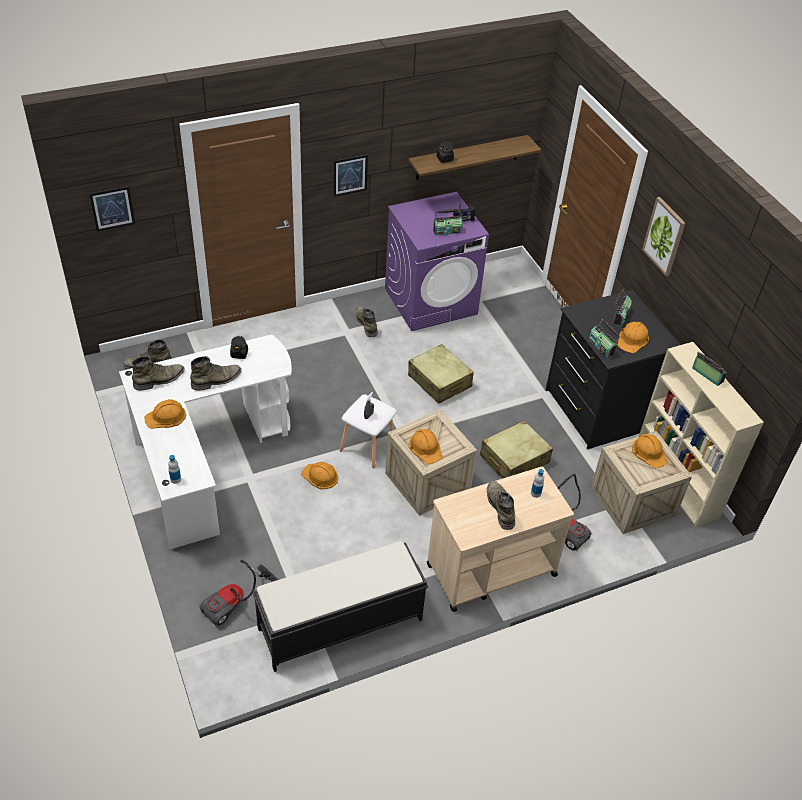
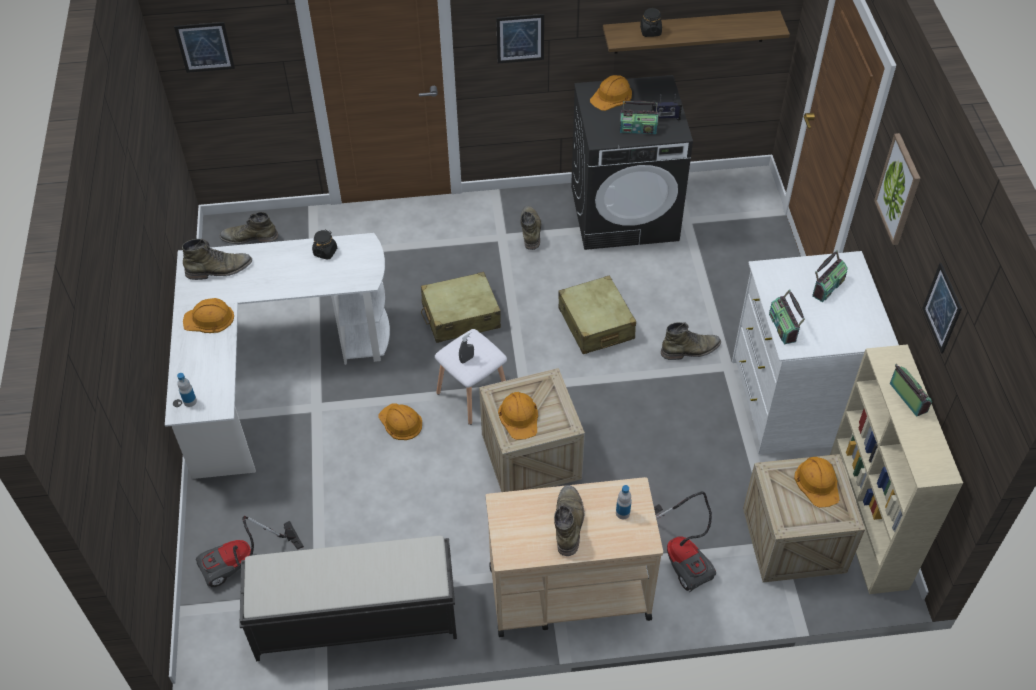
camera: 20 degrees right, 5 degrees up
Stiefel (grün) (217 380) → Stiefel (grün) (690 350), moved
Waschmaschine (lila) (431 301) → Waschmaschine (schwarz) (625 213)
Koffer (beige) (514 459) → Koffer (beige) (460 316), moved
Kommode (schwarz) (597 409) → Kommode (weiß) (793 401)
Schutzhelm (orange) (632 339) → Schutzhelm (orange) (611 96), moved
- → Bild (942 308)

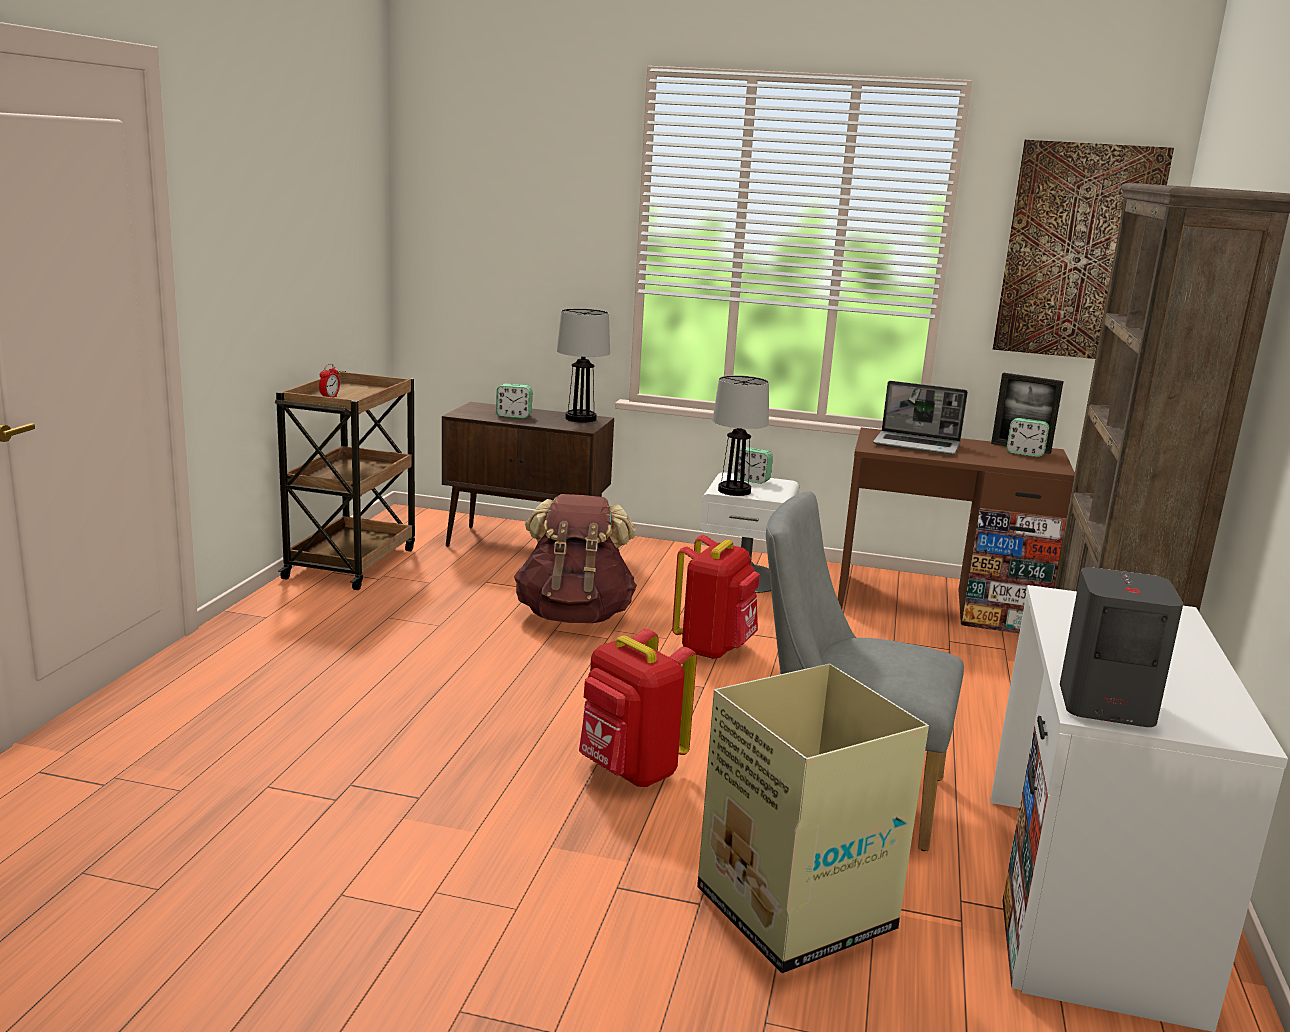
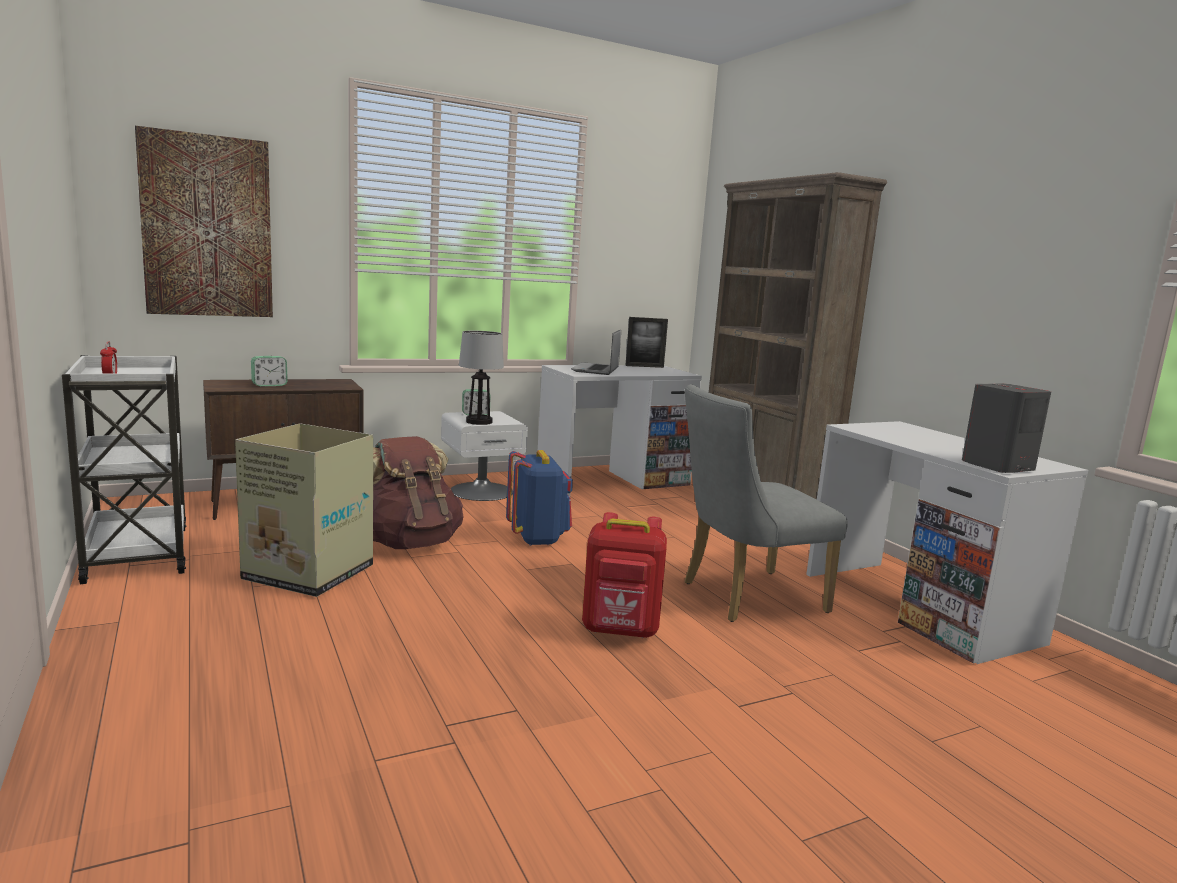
camera: 40 degrees left, 5 degrees down
Rollwagen (braun) (352 562) → Rollwagen (weiß) (137 553)
Tischlampe (580 418) → -
Rucksack (rot) (714 648) → Rucksack (blau) (537 538)
Karton (793 907) → Karton (307 573), moved
Schreibtisch (braun) (939 604) → Schreibtisch (weiß) (613 481)
Laptop (917 445) → Laptop (596 370), 120 degrees clockwise
Bild (1078 252) → Bild (207 227), moved
Wecker (1025 453) → -

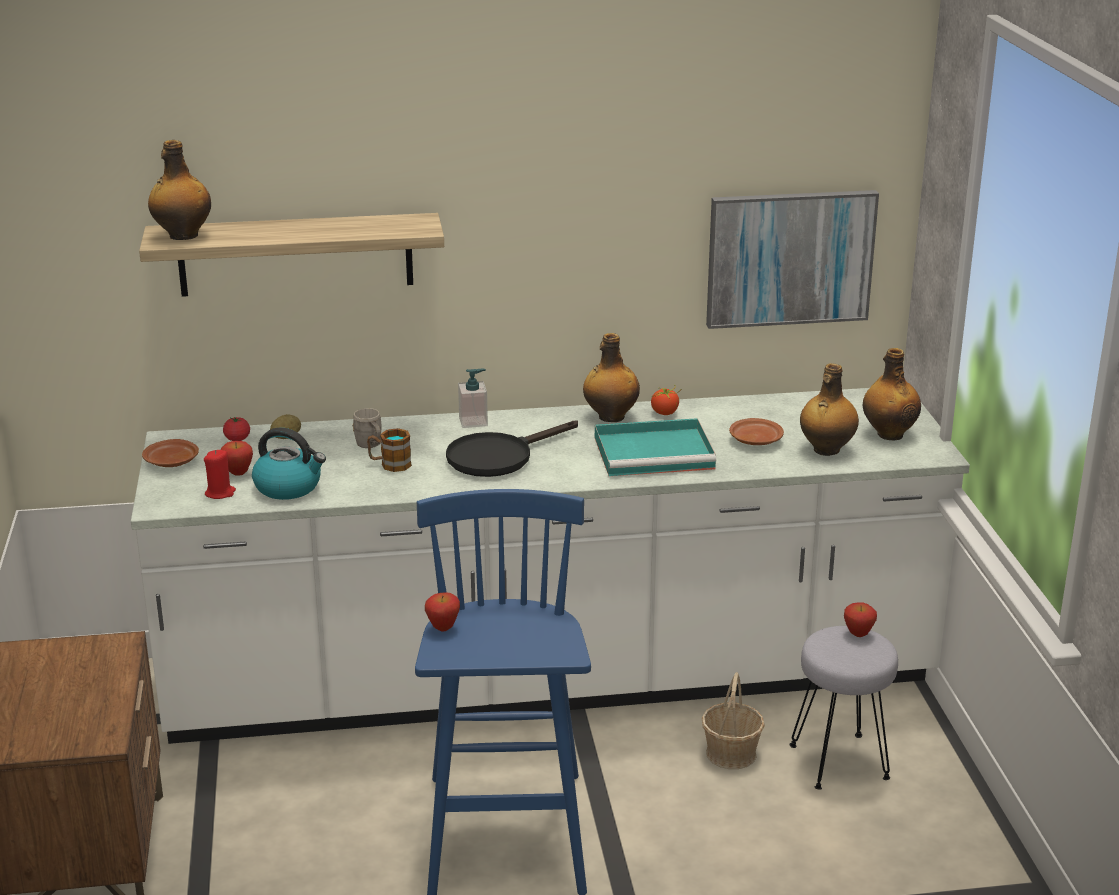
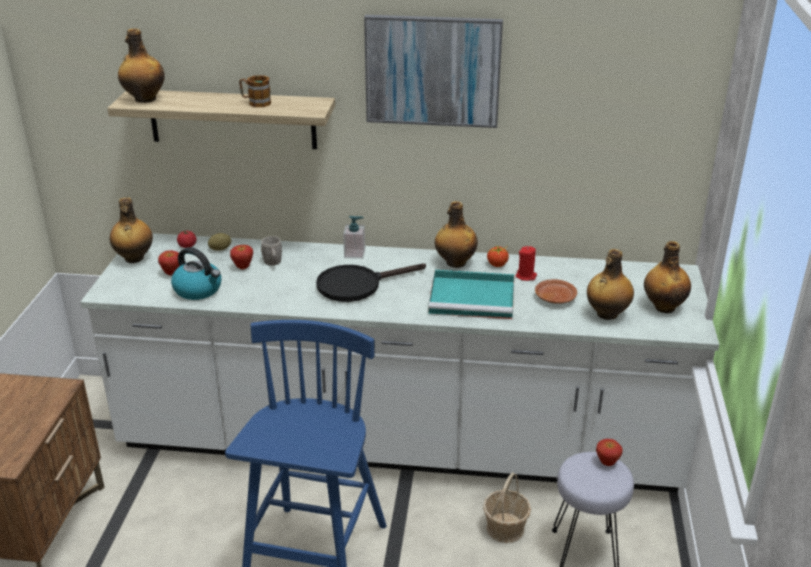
camera: 15 degrees right, 5 degrees up
Teller (braun) (171 462) → Flasche (134 258)
Kerze (rot) (220 493) → Kerze (rot) (526 276), moved
Henkelbecher (389 464) → Henkelbecher (255 102), moved
Apfel (443 628) → Apfel (243 267), moved
Bild (789 258) → Bild (432 70), moved

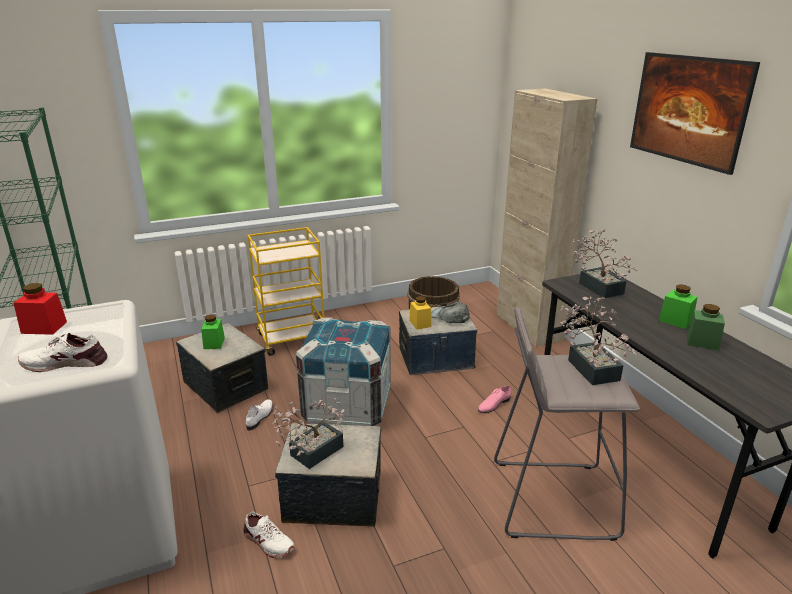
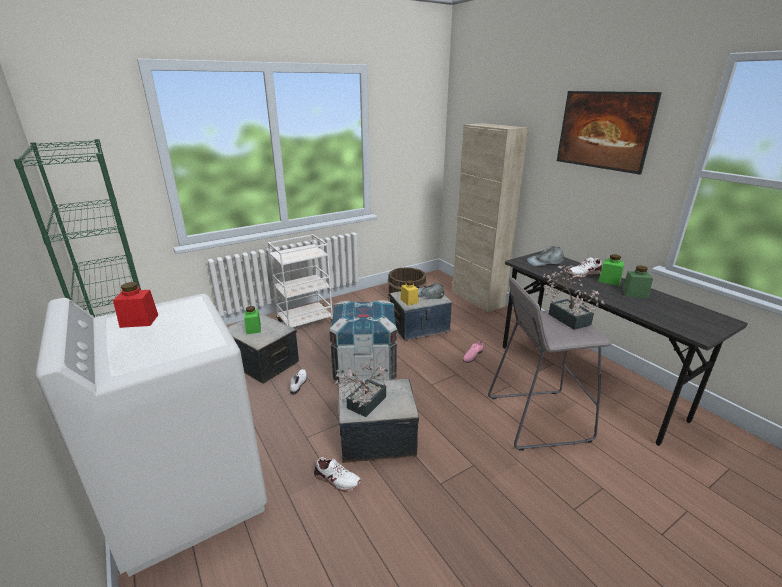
camera: 10 degrees left, 0 degrees up
Schuh (weiß) (66 363) → Schuh (weiß) (584 273), moved
Rollwagen (gelb) (292 339) → Rollwagen (weiß) (306 322)
Topfpflanze (598 286) → Kappe (grau) (545 262)

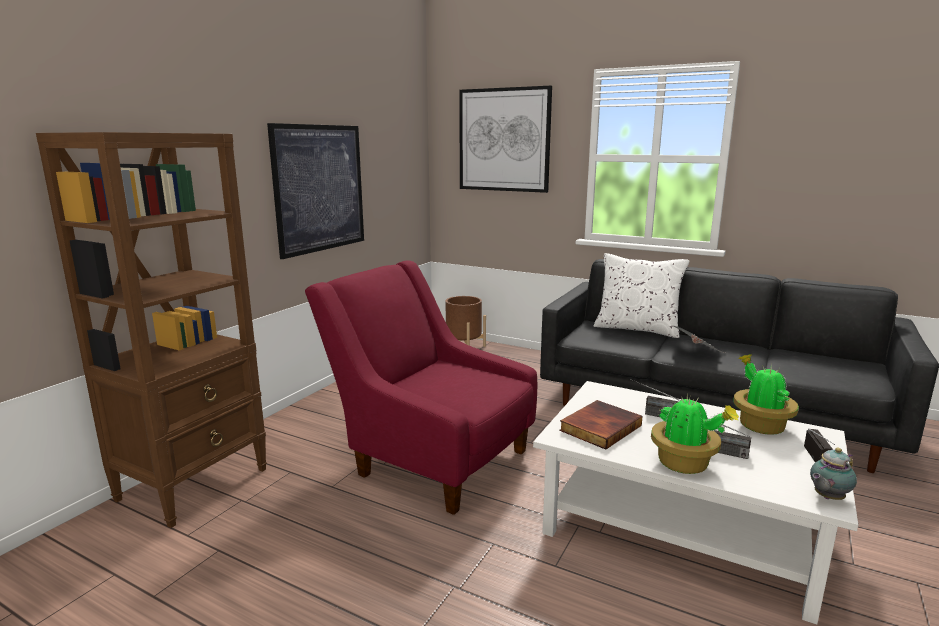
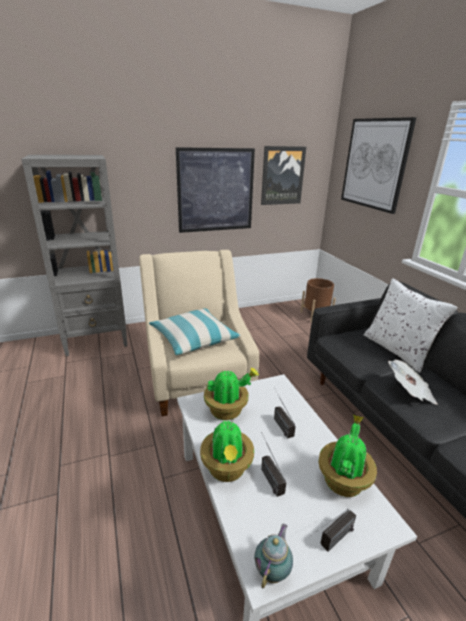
camera: 40 degrees right, 10 degrees up
Bücherregal (braun) (195 483) → Bücherregal (grau) (97 340)
Sessel (rot) (432 458) → Sessel (beige) (198 378)
Buch (599 427) → Topfpflanze (227 410)
Teekanne (827 497) → Teekanne (273 570), 105 degrees clockwise
- → Kissen (193 338)
- → Bild (282 176)

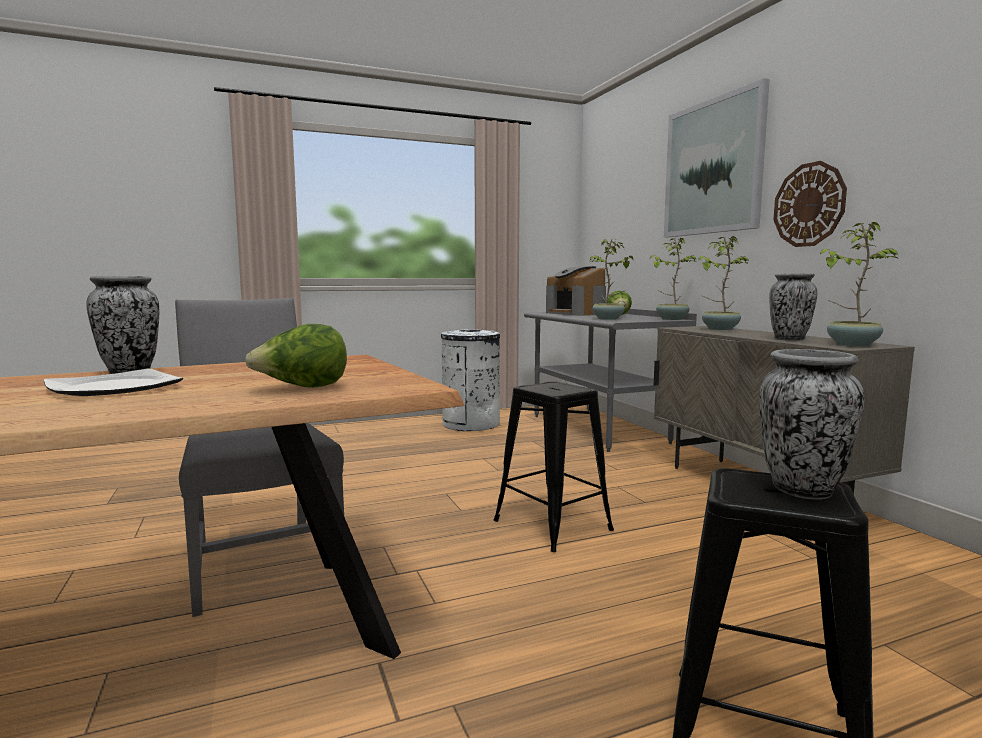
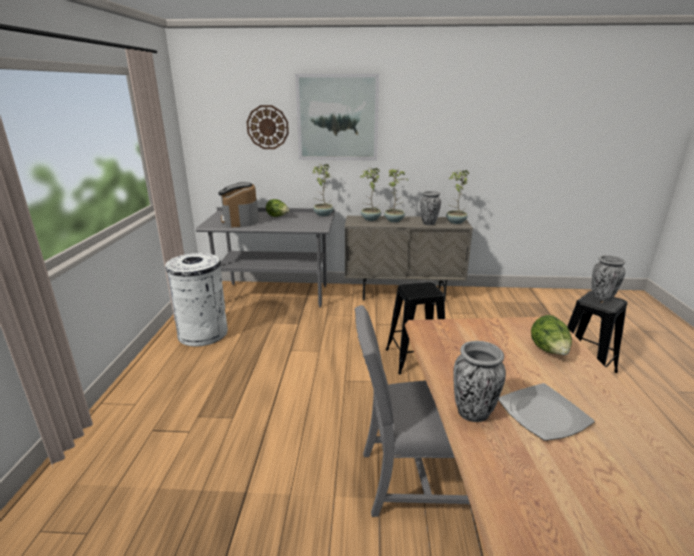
camera: 65 degrees left, 15 degrees up
Kaffeemaschine (576 313) → Kaffeemaschine (240 220), 75 degrees clockwise
Topfpflanze (608 319) → Topfpflanze (394 220), moved
Wanduhr (809 205) → Wanduhr (267 127), moved

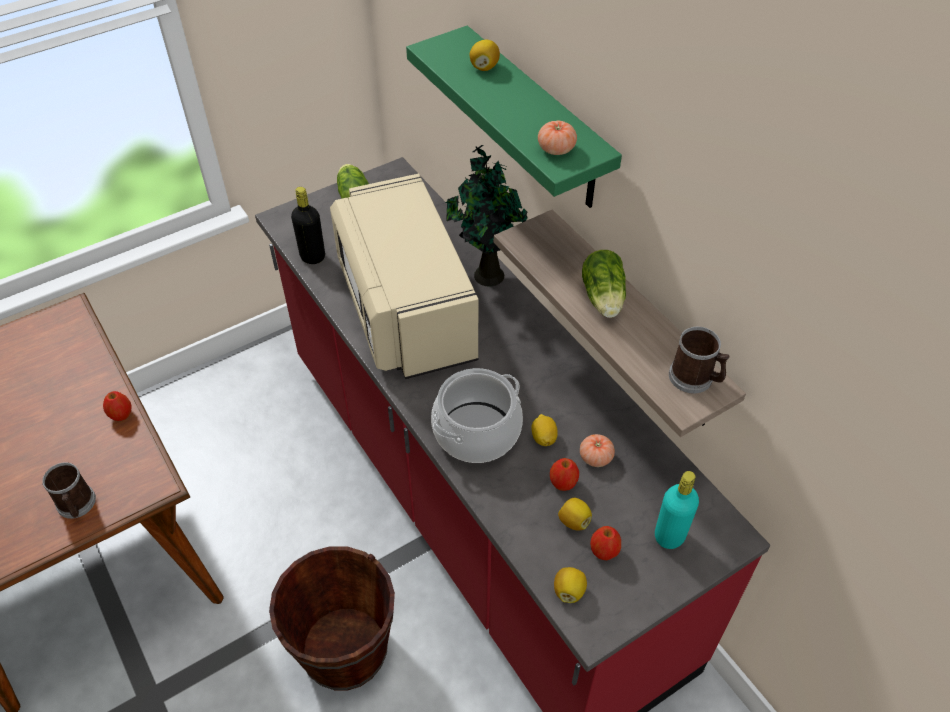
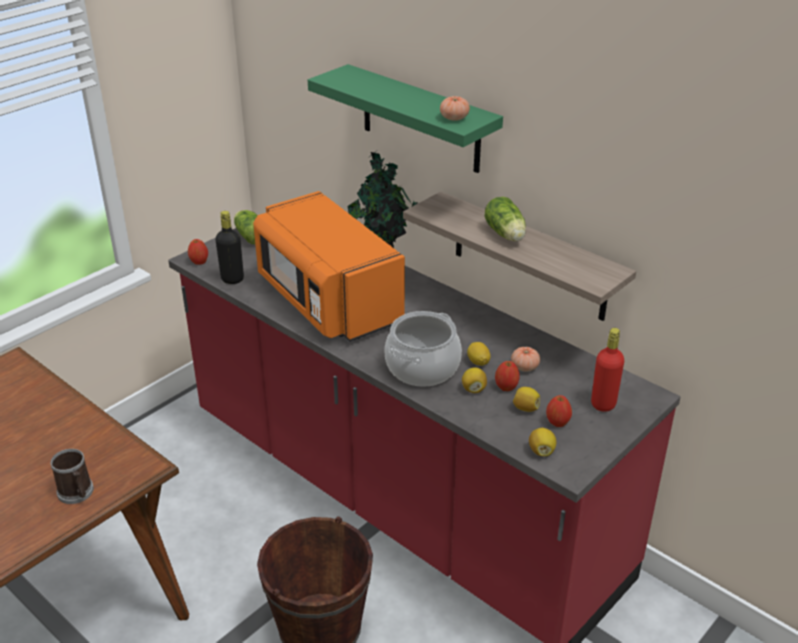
camera: 15 degrees left, 15 degrees down
Apfel (121 414) → Apfel (199 262), moved
Mikrowelle (beige) (405 309) → Mikrowelle (orange) (328 301)
Zitrone (484 67) → Zitrone (473 389), moved
Flasche (türkis) (669 536) → Flasche (rot) (603 404)
Henkelbecher (695 378) → -

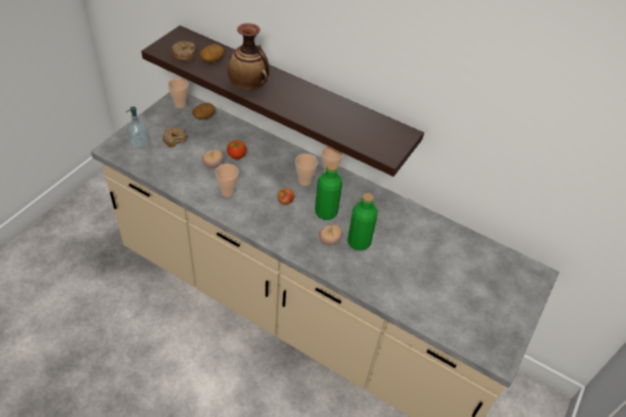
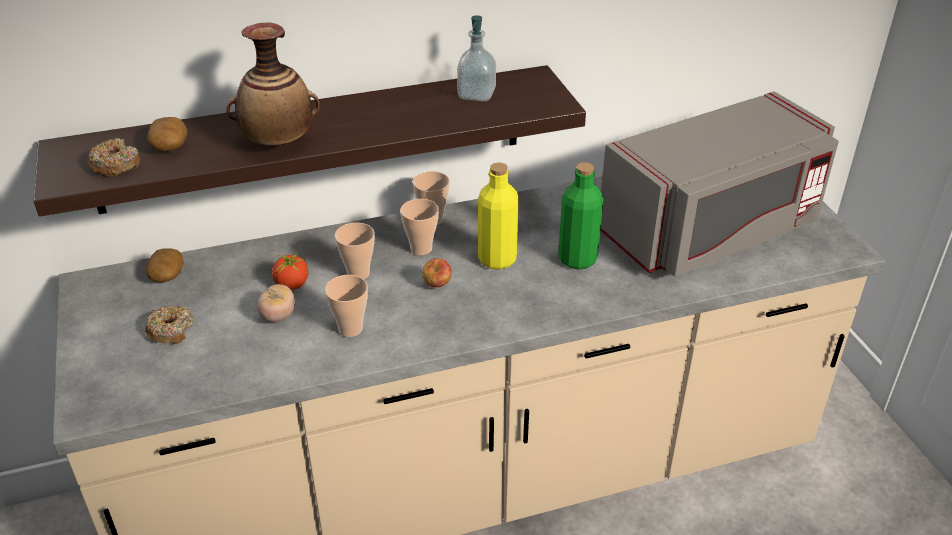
camera: 45 degrees left, 10 degrees down
Seifenspender (139 142) → Seifenspender (476 94), moved
Tasse (180 104) → Tasse (358 274), moved
Flasche (grün) (326 212) → Flasche (gelb) (497 259)
Tomate (329 240) → -
- → Mikrowelle (grau) (711 230)

